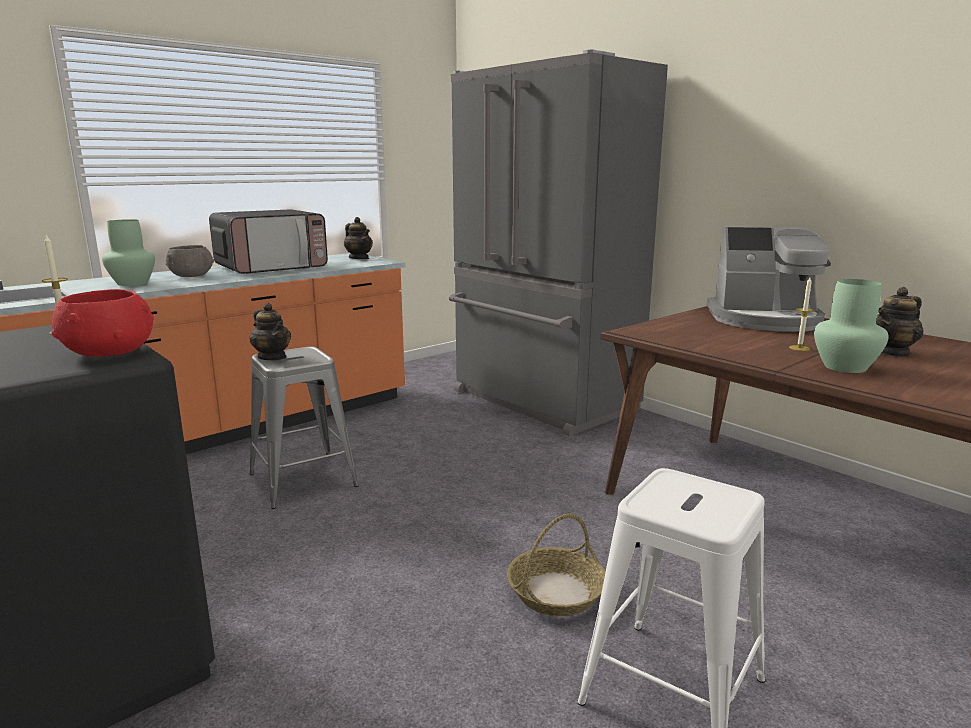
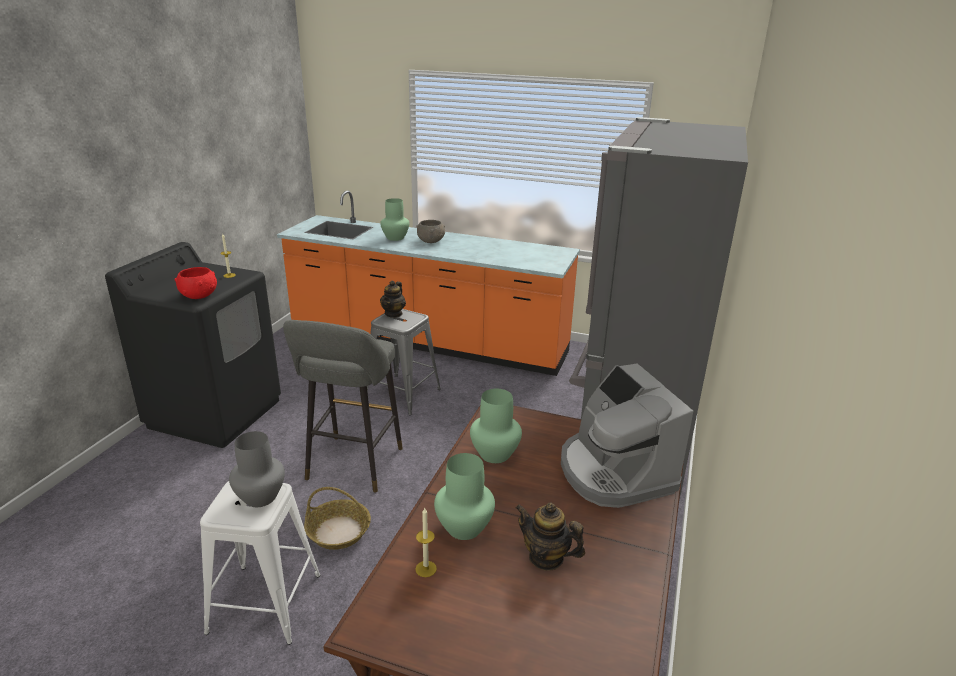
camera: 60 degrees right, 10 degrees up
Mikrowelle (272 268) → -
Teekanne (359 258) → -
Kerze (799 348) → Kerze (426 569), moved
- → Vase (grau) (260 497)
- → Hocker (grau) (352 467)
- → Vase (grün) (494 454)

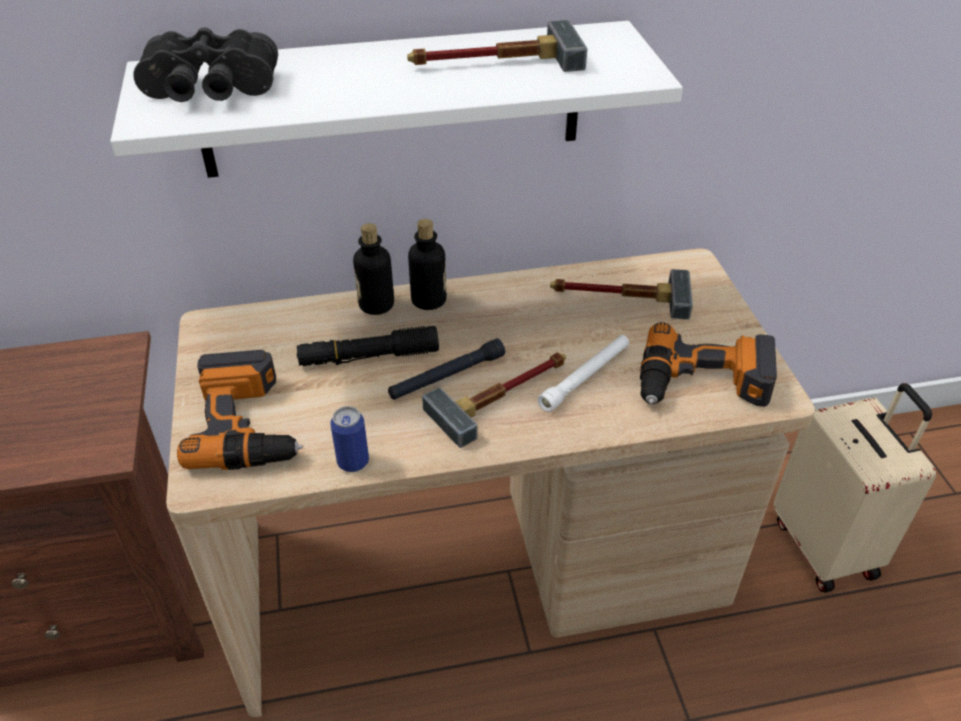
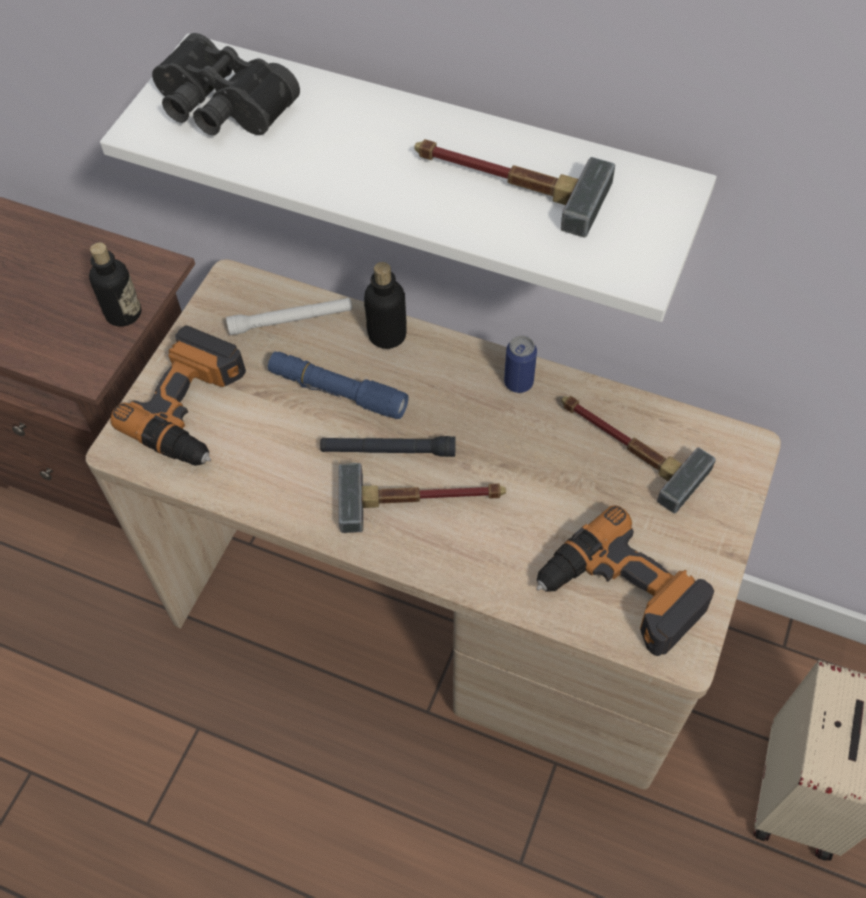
camera: 35 degrees right, 15 degrees up
Taschenlampe (schwarz) (369 357) → Taschenlampe (blau) (337 391)
Dose (353 462) → Dose (518 383), moved
Flasche (429 300) → Flasche (123 313), moved
Taschenlampe (weiß) (585 377) → Taschenlampe (weiß) (291 321), moved

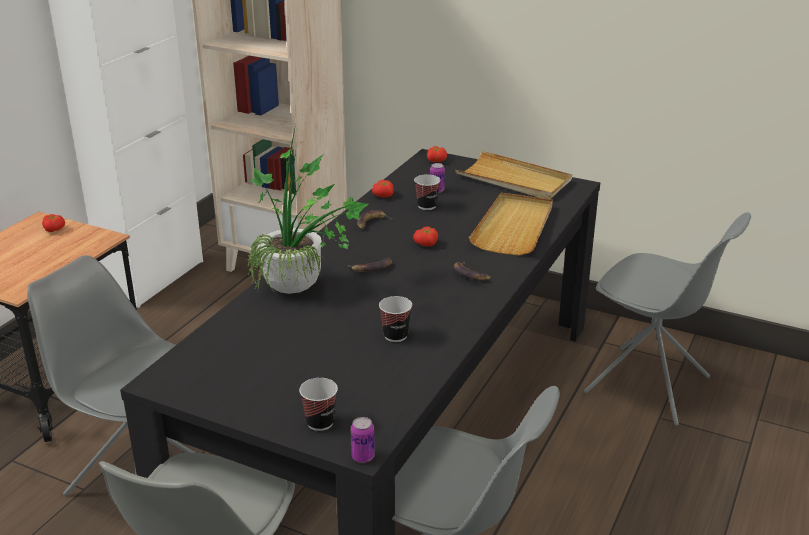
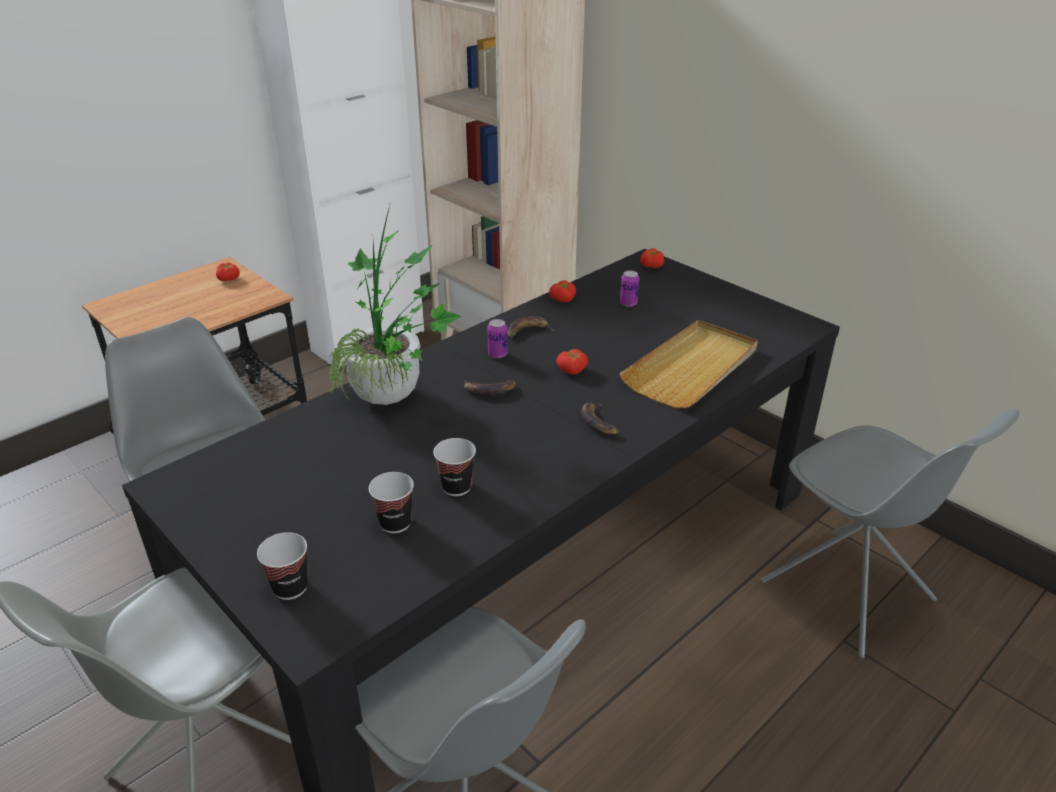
camera: 20 degrees right, 5 degrees up
Dose (363 457) → Dose (497 354), moved
Tasse (427 206) → Tasse (395 523), moved
Tablett (beige) (514 180) → -

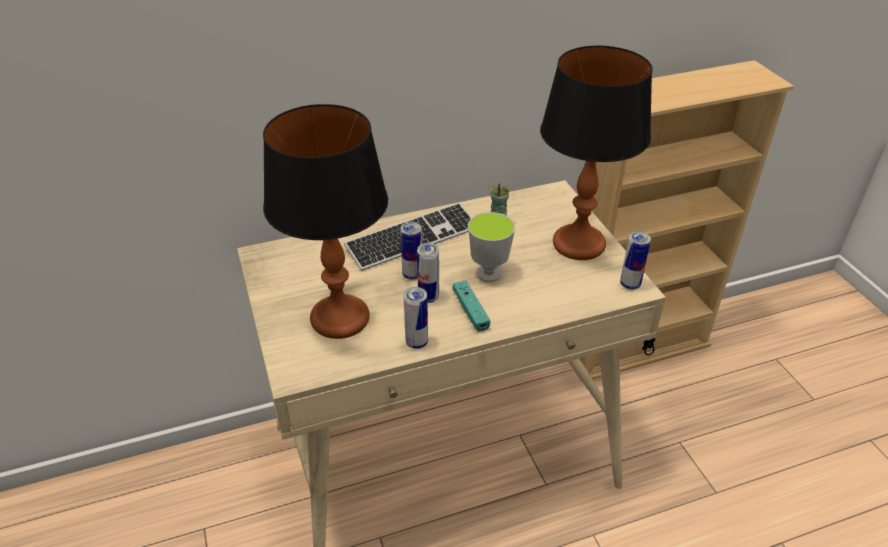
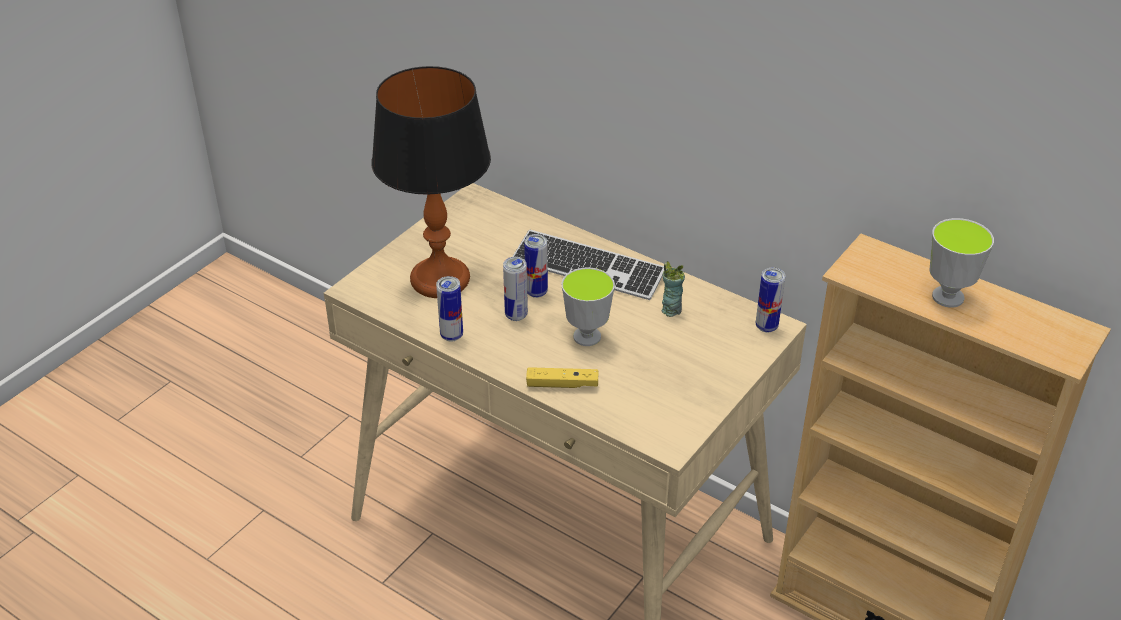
camera: 55 degrees right, 0 degrees up
Gamepad (türkis) (470 311) → -
Tischlampe (578 244) → -
Dose (630 285) → Dose (766 326), moved
- → Gamepad (gelb) (562 384)
- → Tasse (948 297)

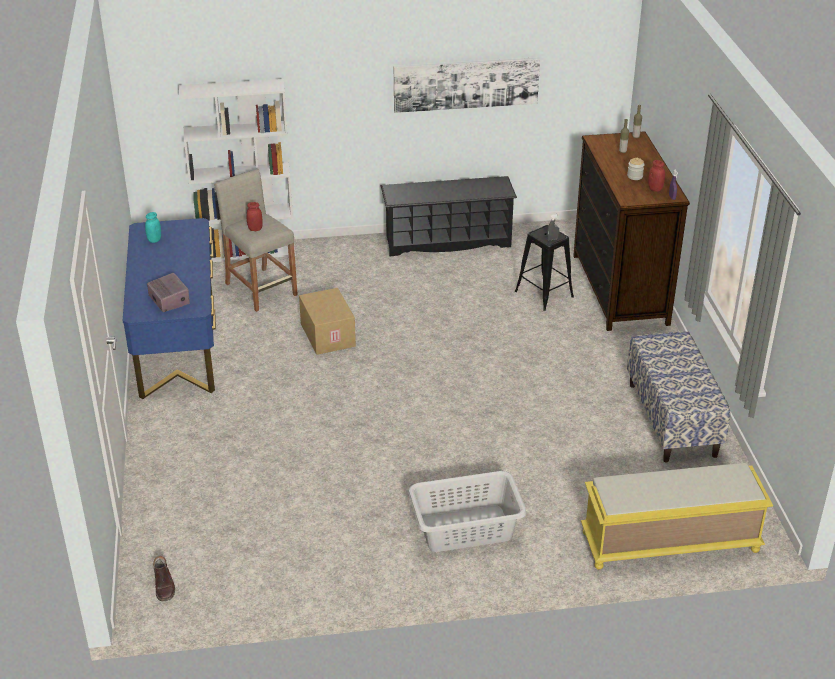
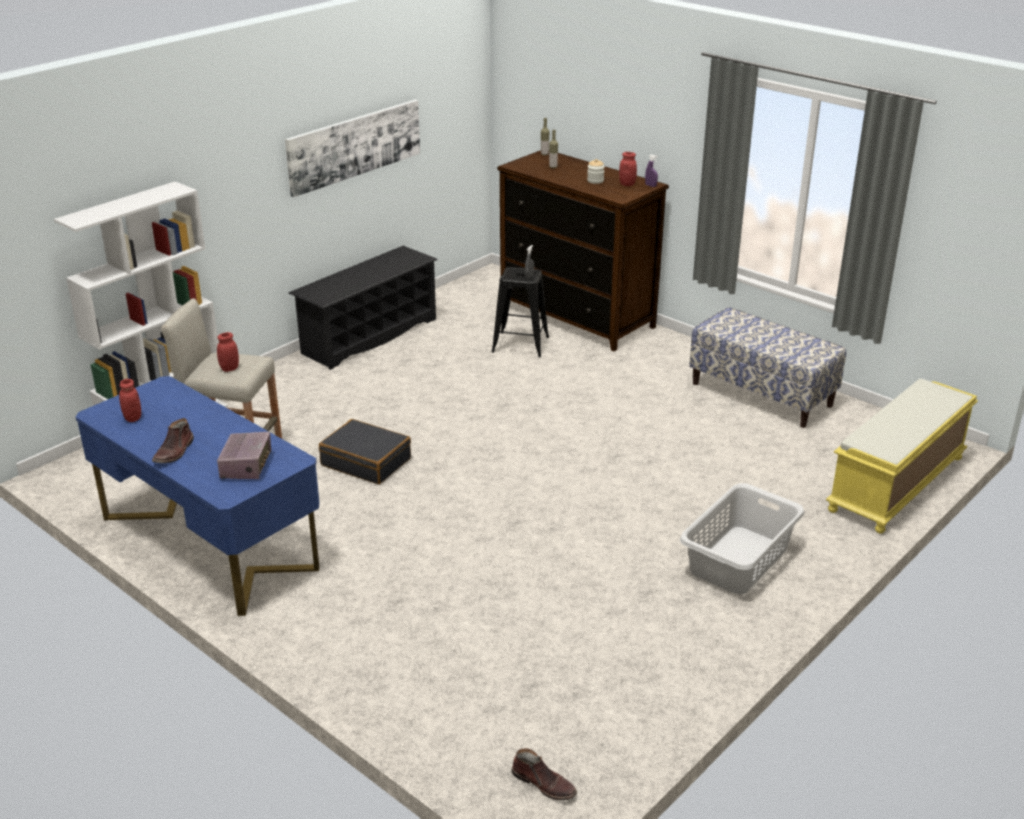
camera: 40 degrees left, 5 degrees down
Vorratsglas (türkis) (154 240) → Vorratsglas (rot) (133 418)
Radio (169 300) → Radio (246 466), 75 degrees clockwise
Karton (326 335) → Koffer (schwarz) (366 462)
- → Stiefel (braun) (174 452)

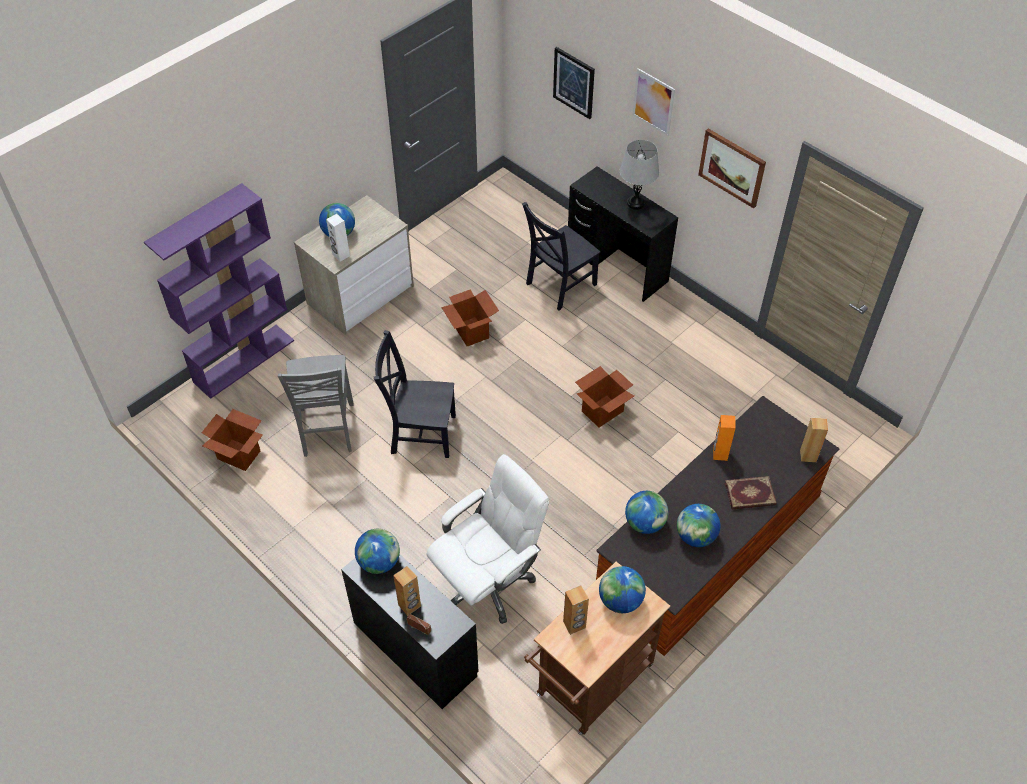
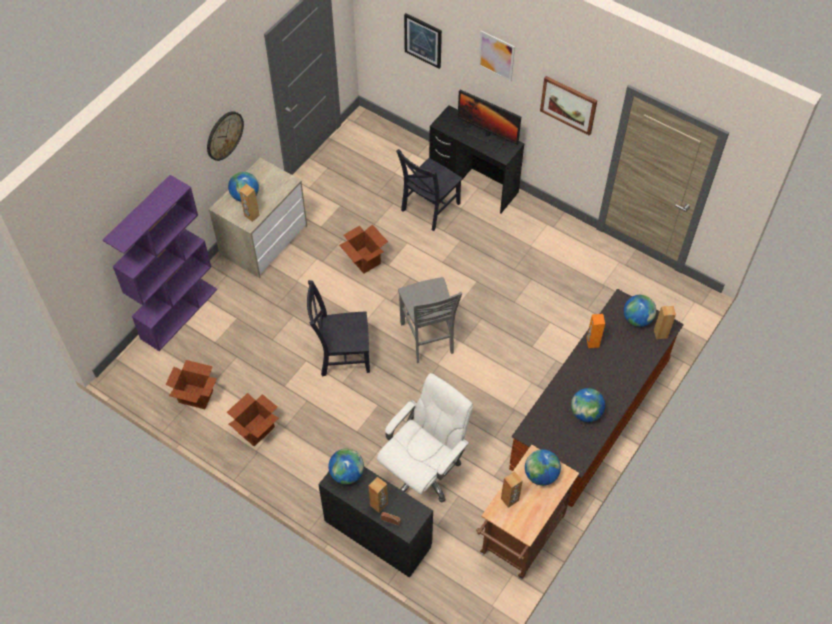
camera: 10 degrees left, 5 degrees up
Stuhl (grau) (327 431) → Stuhl (grau) (428 339), moved
Lautsprecher (weiß) (341 255) → Lautsprecher (braun) (251 215)
Karton (602 411) → Karton (256 430), moved
Tischlampe (grau) (635 203) → Monitor (487 135)
Globus (644 523) → Globus (637 319), moved
Buch (750 495) → -
- → Wanduhr (224 135)

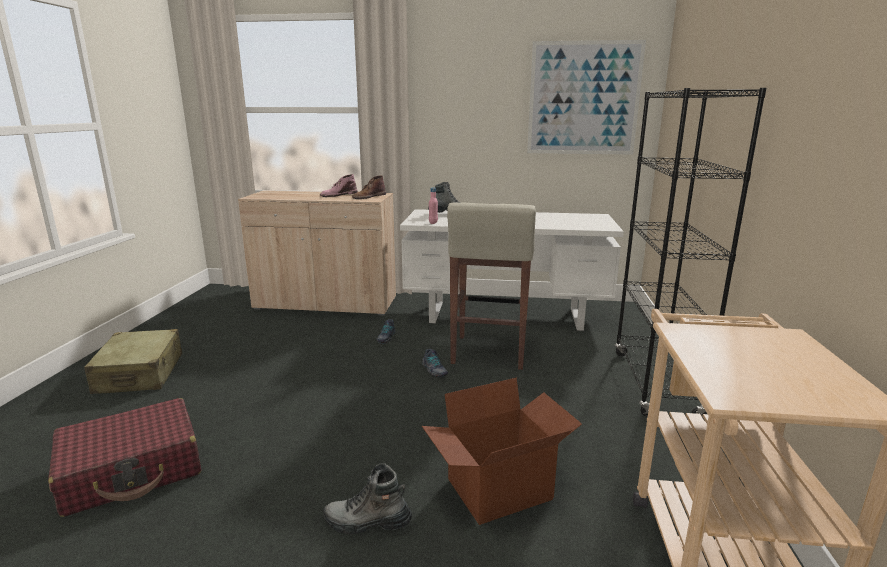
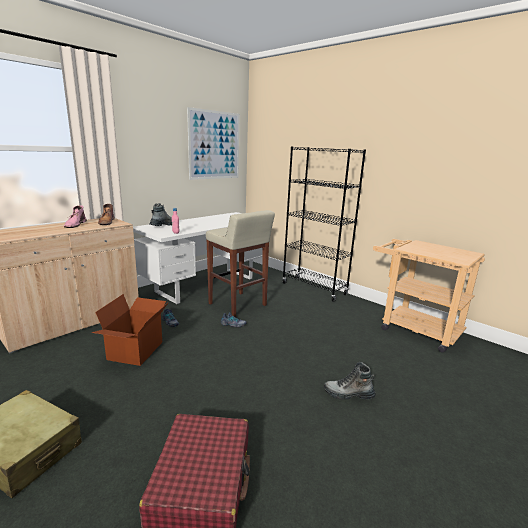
camera: 55 degrees left, 0 degrees up
Stiefel (367 522) → Stiefel (348 394), 60 degrees clockwise
Karton (500 491) → Karton (136 351), moved

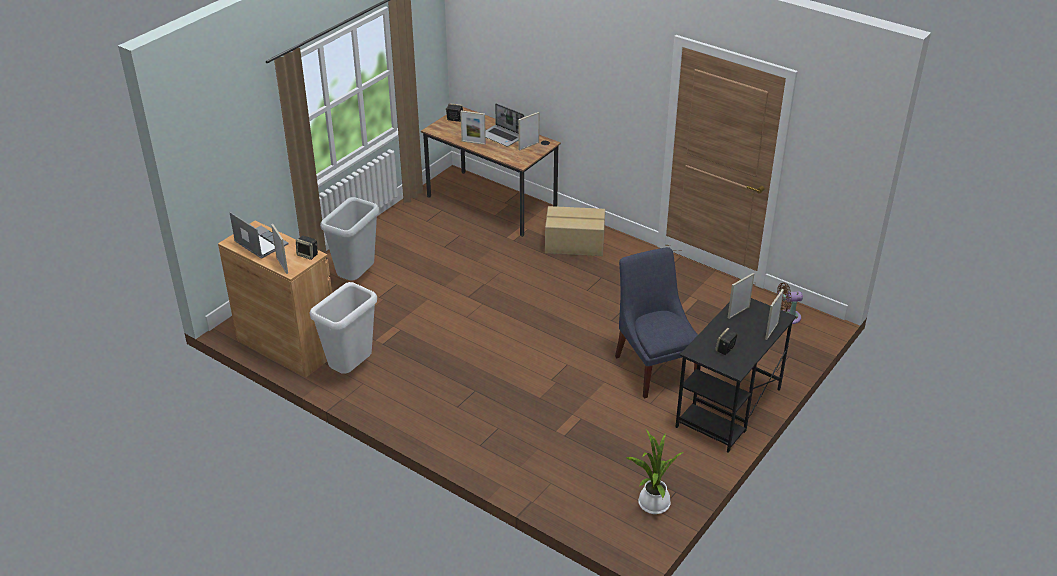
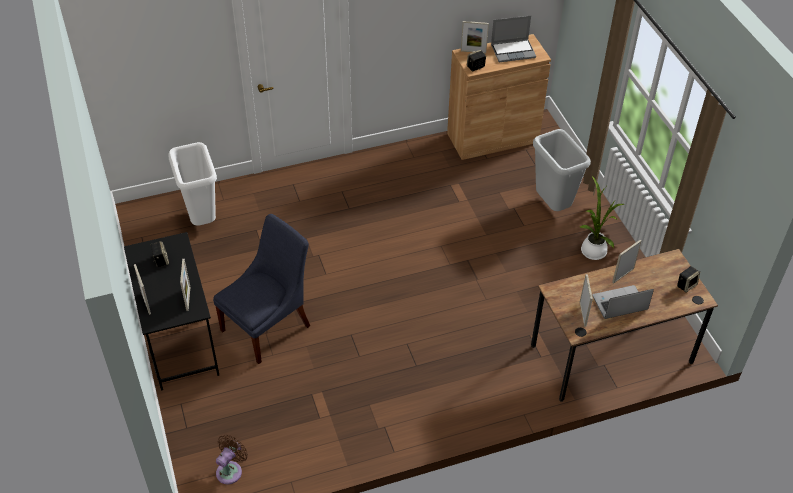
camera: 125 degrees right, 10 degrees up
Mülleimer (weiß) (351 370) → Mülleimer (weiß) (201 219), moved
Karton (575 244) → -
Stuhl (blau) (655 366) → Stuhl (blau) (269 326), 60 degrees counterclockwise
Topfpflanze (652 505) → Topfpflanze (593 249), moved

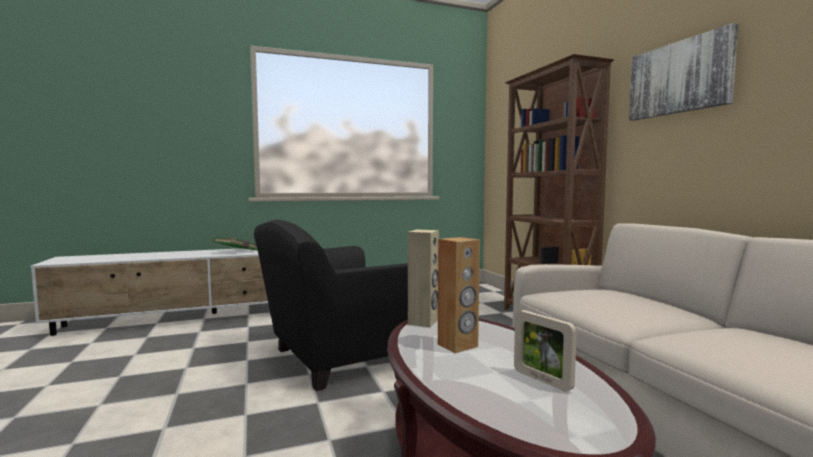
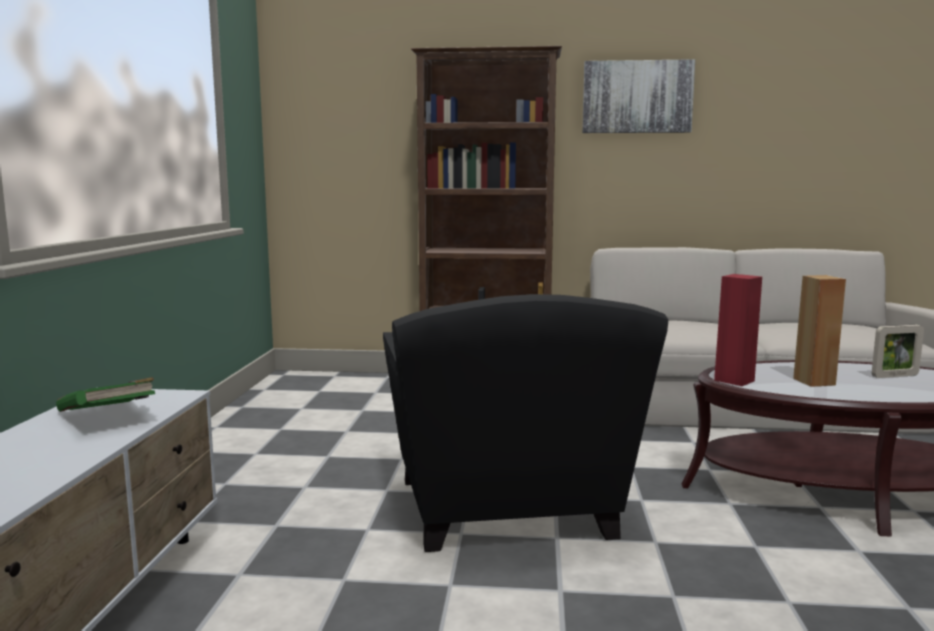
camera: 65 degrees left, 5 degrees up
Lautsprecher (beige) (423 322) → Lautsprecher (rot) (734 380)

